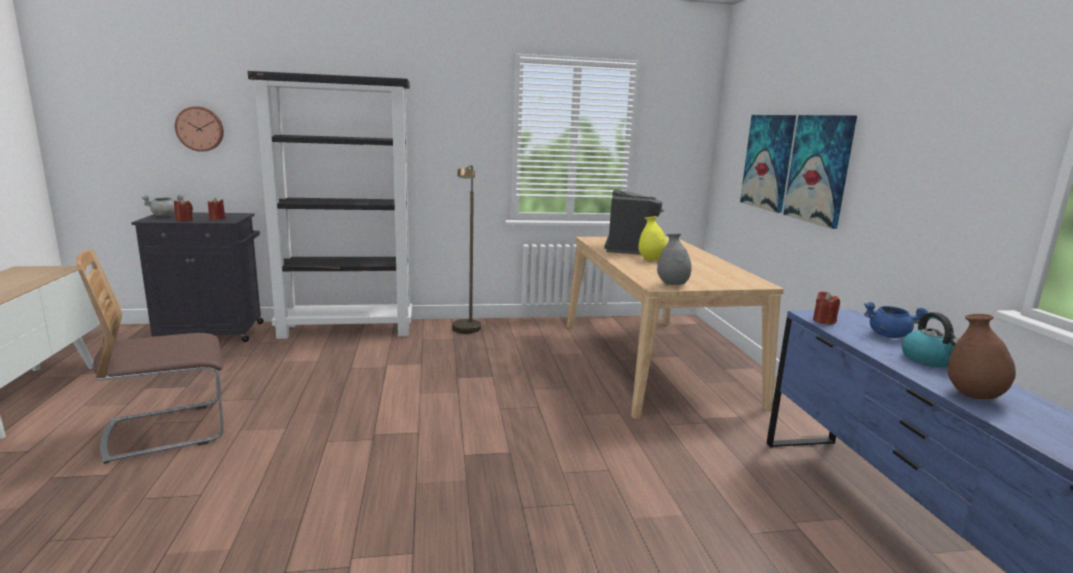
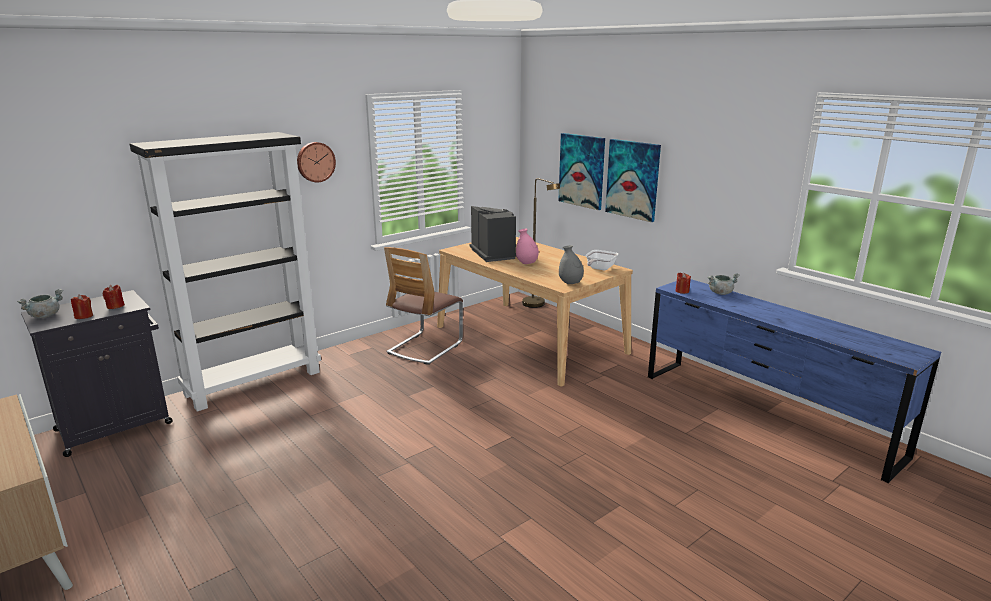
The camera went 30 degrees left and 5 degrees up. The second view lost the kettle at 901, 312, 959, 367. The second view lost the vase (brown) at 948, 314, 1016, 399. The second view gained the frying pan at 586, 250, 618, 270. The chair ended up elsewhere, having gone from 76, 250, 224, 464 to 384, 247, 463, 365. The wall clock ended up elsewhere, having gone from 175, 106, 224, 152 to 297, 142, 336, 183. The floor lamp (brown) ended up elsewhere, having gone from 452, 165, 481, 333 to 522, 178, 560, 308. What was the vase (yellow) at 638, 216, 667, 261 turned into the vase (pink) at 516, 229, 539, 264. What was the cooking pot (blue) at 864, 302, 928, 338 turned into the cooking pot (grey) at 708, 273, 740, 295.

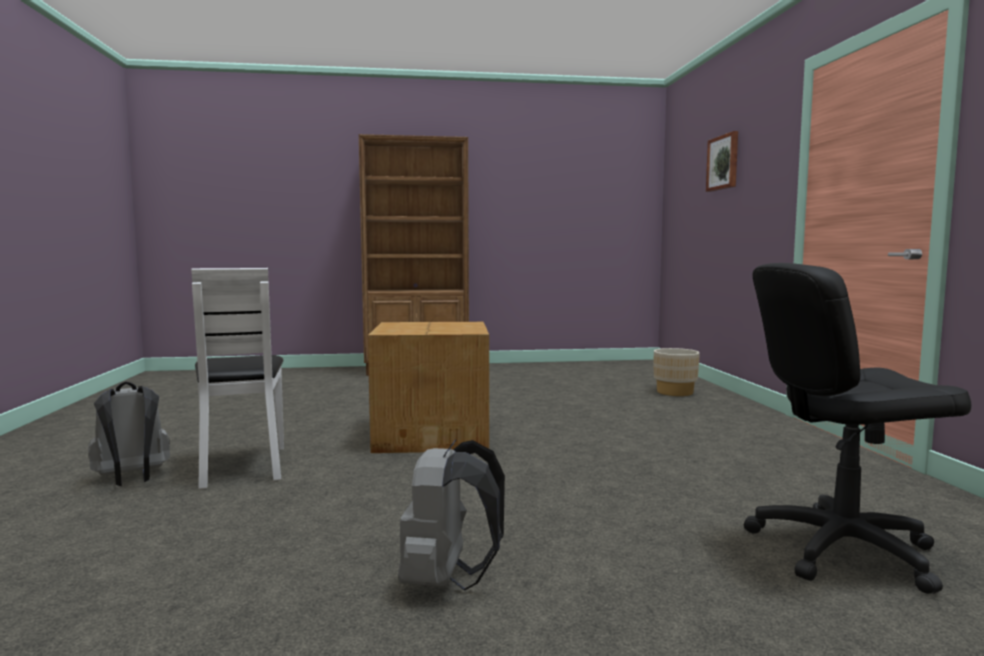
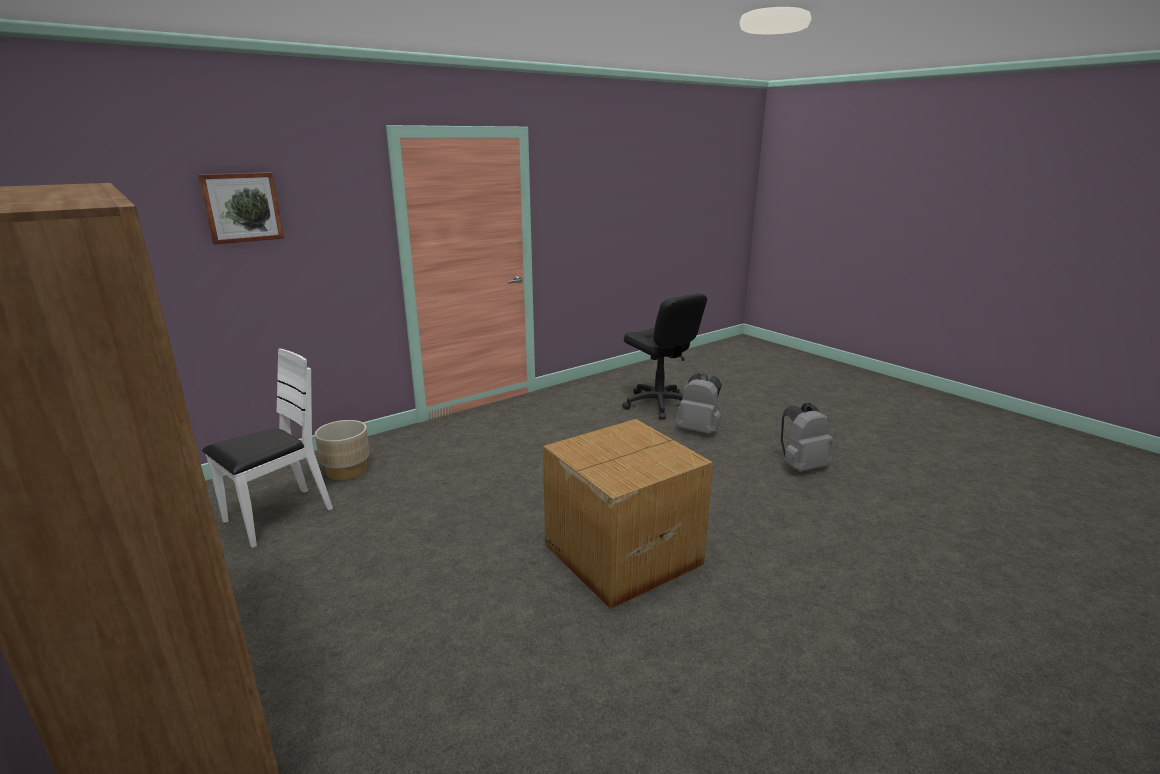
The camera went 120 degrees left and 15 degrees up. The backpack (grey) ended up elsewhere, having gone from 88, 382, 170, 486 to 676, 373, 722, 434. The chair (white) ended up elsewhere, having gone from 191, 268, 284, 489 to 202, 348, 333, 548.

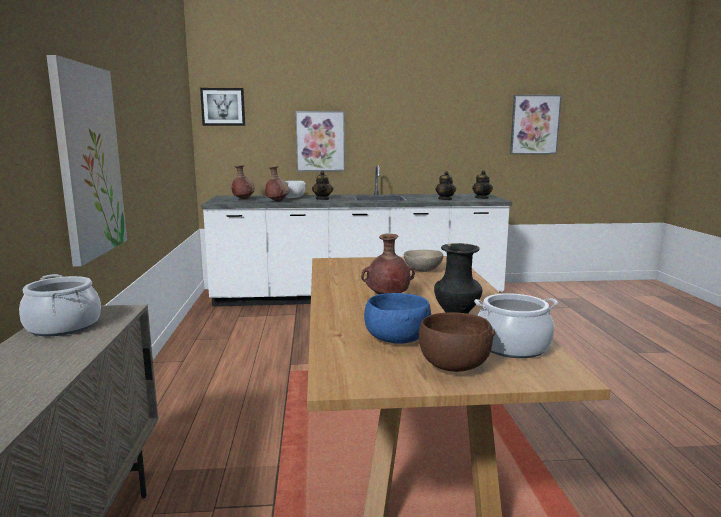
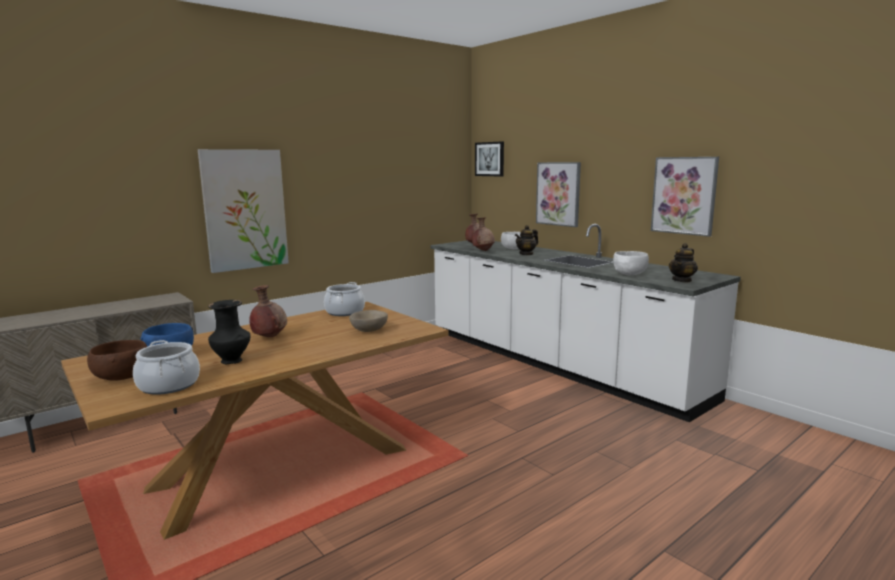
The camera went 55 degrees right and 0 degrees up. The cooking pot ended up elsewhere, having gone from 19, 274, 101, 336 to 324, 282, 365, 316. The picture ended up elsewhere, having gone from 510, 95, 562, 154 to 651, 157, 719, 237. Where the teapot stood at 435, 171, 456, 200, the bowl (white) came to stand at 613, 251, 649, 275.

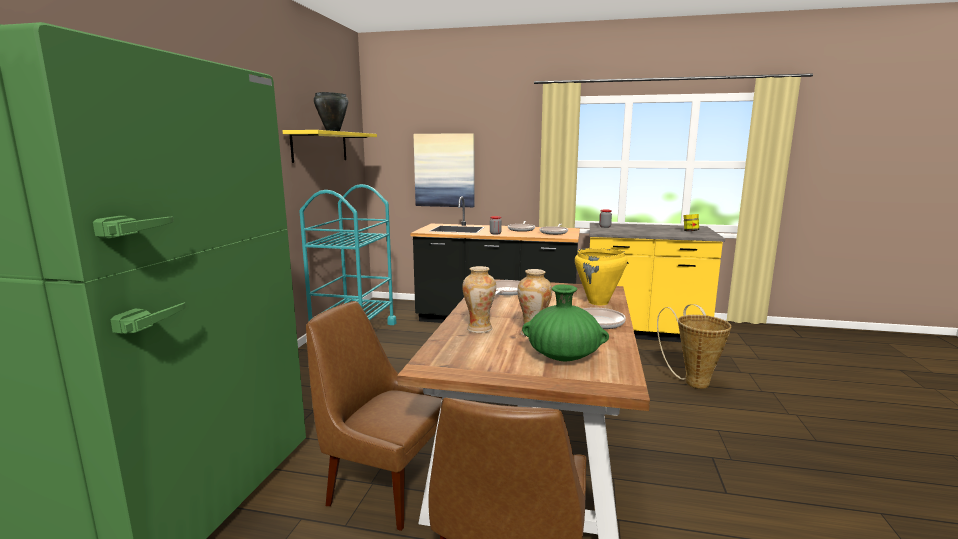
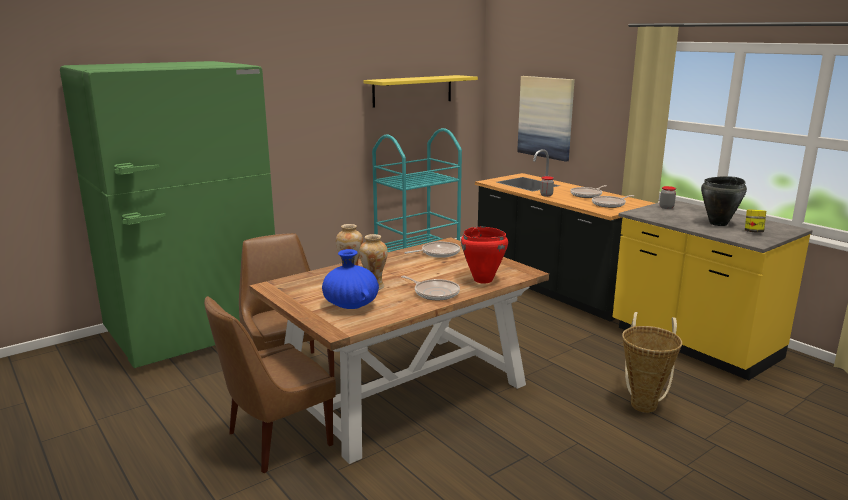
The camera went 40 degrees right and 5 degrees up. The cooking pot (black) ended up elsewhere, having gone from 314, 92, 348, 131 to 701, 176, 747, 226. What was the vase (green) at 522, 284, 609, 361 turned into the vase (blue) at 322, 249, 379, 309. What was the cooking pot (yellow) at 575, 248, 627, 305 turned into the cooking pot (red) at 461, 227, 508, 284.

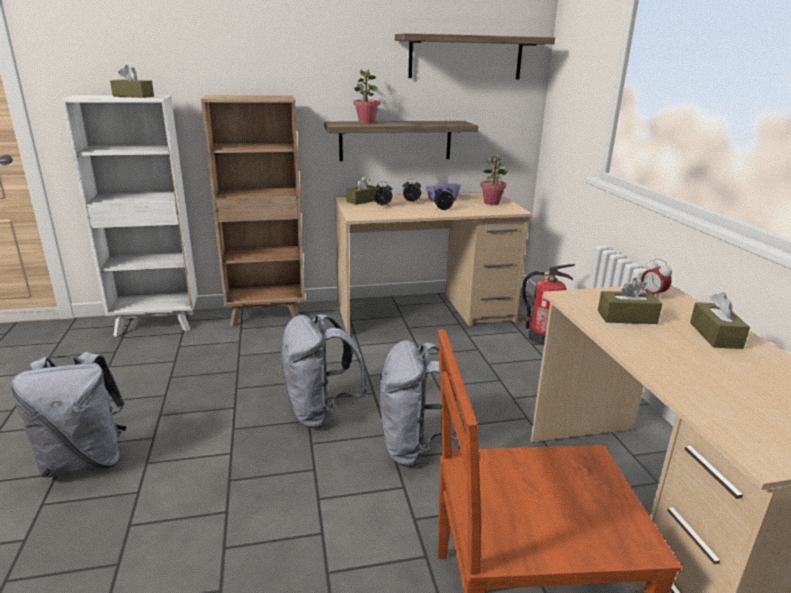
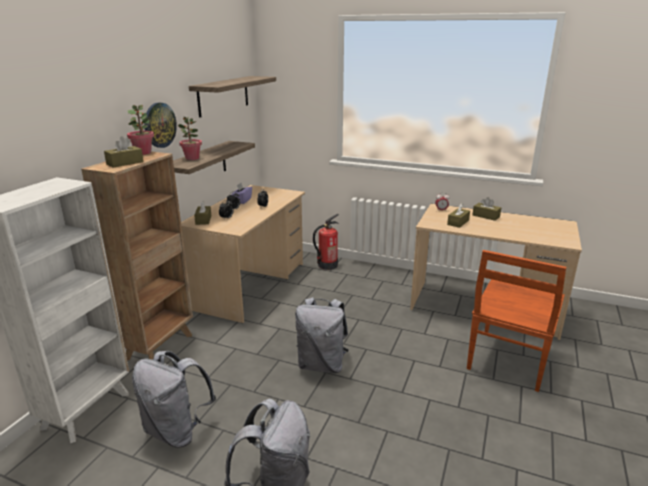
The camera went 55 degrees left and 0 degrees up. The second view gained the wall clock at 144, 102, 177, 148. The tissue box (brown) ended up elsewhere, having gone from 110, 65, 154, 98 to 104, 136, 144, 168. The backpack (grey) ended up elsewhere, having gone from 380, 340, 465, 467 to 132, 351, 216, 447. The potted plant ended up elsewhere, having gone from 480, 154, 507, 205 to 127, 105, 154, 155.

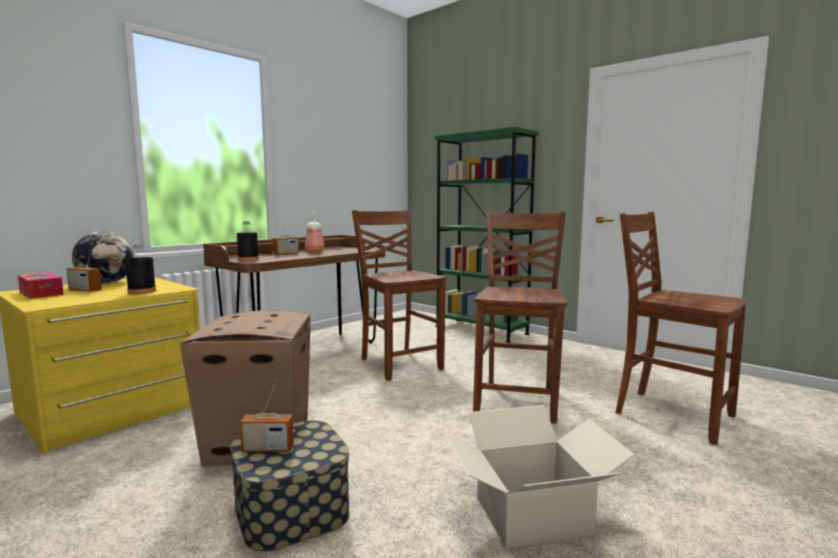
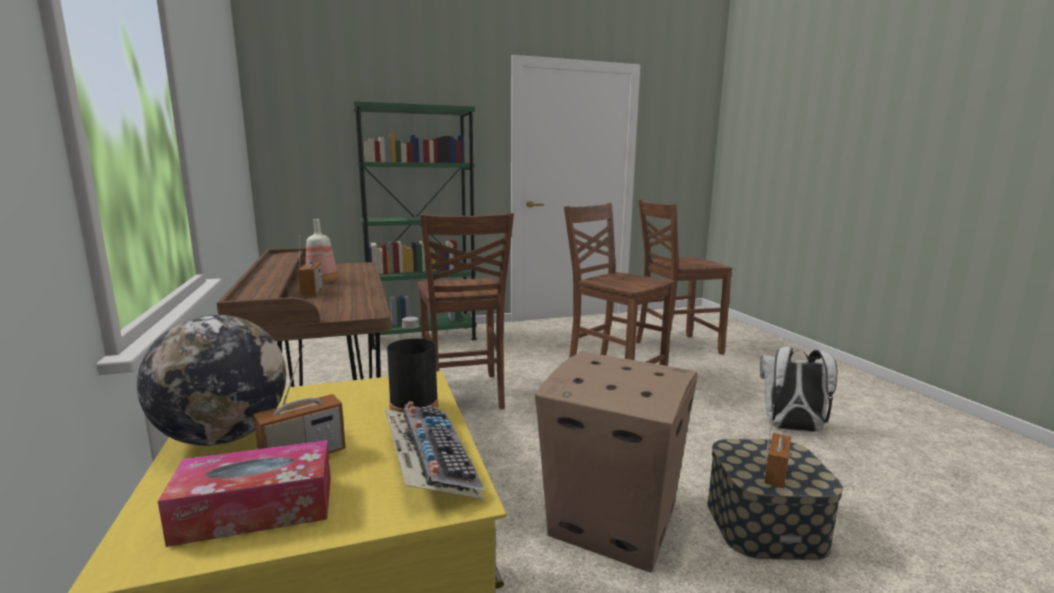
The camera went 60 degrees left and 5 degrees up. The second view lost the bottle (black) at 237, 221, 259, 261. The second view gained the keyboard at 385, 401, 485, 499. Where the cardboard box stood at 444, 405, 635, 548, the backpack (white) came to stand at 760, 347, 838, 432. The chair (brown) at 352, 210, 446, 381 ended up facing another way, 105 degrees counterclockwise from before.

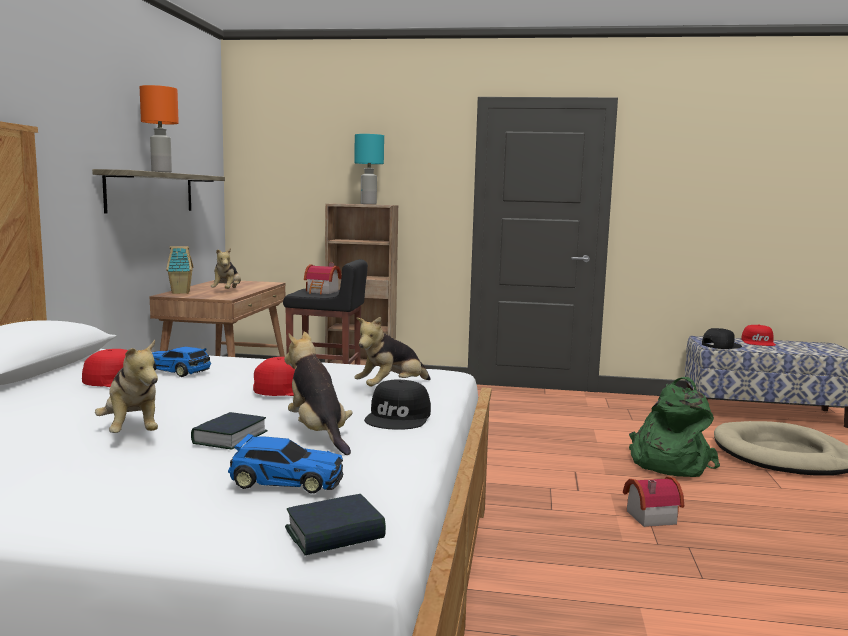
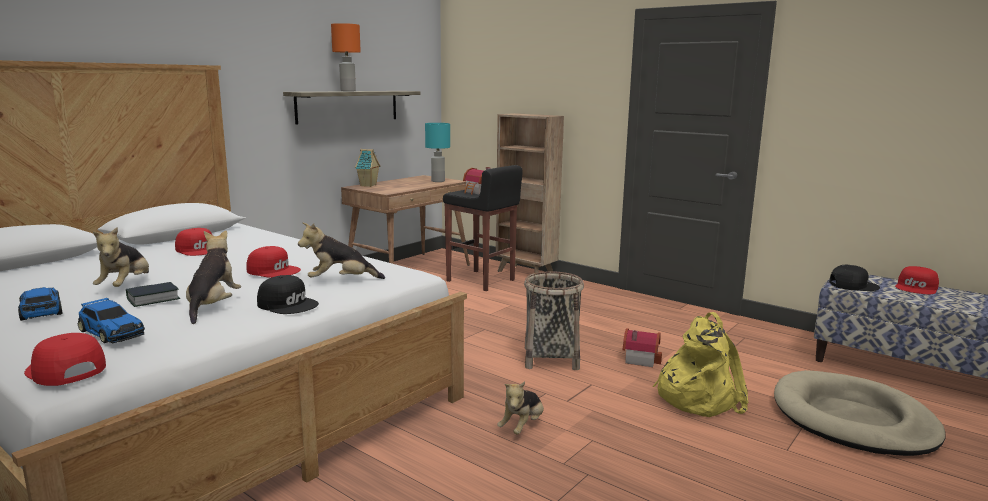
The camera went 30 degrees right and 5 degrees up. The second view gained the basket at 524, 271, 584, 370. The toy car ended up elsewhere, having gone from 152, 347, 211, 377 to 18, 287, 63, 321. The plush toy ended up elsewhere, having gone from 211, 248, 241, 289 to 497, 381, 544, 435. The table lamp (turquoise) ended up elsewhere, having gone from 354, 134, 384, 205 to 425, 123, 450, 182. The toy house ended up elsewhere, having gone from 623, 477, 684, 527 to 623, 328, 662, 367. Where the book stood at 285, 494, 386, 555, the cap (red) came to stand at 24, 333, 106, 386. What was the backpack (green) at 629, 377, 720, 477 turned into the backpack (yellow) at 653, 312, 749, 417. The cap (black) at 364, 380, 431, 430 ended up facing another way, 105 degrees counterclockwise from before.

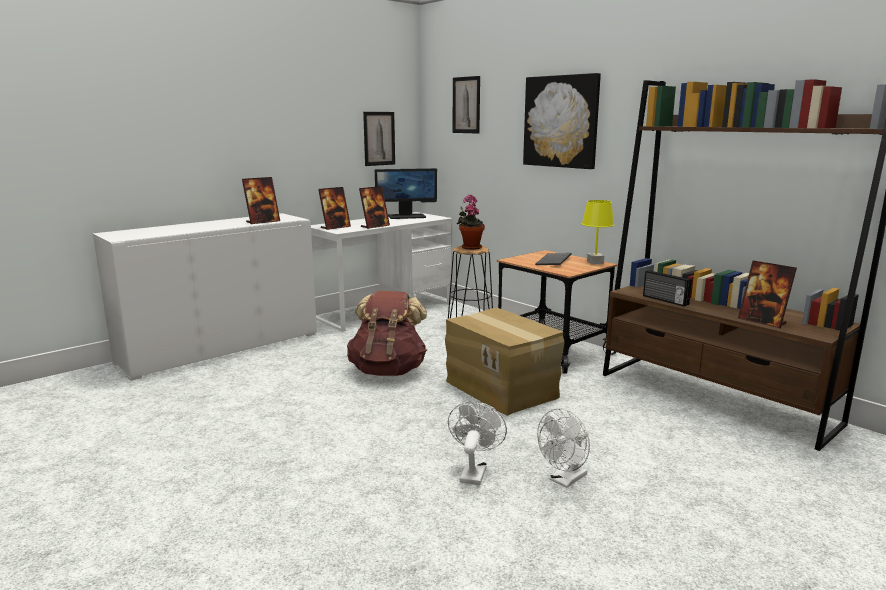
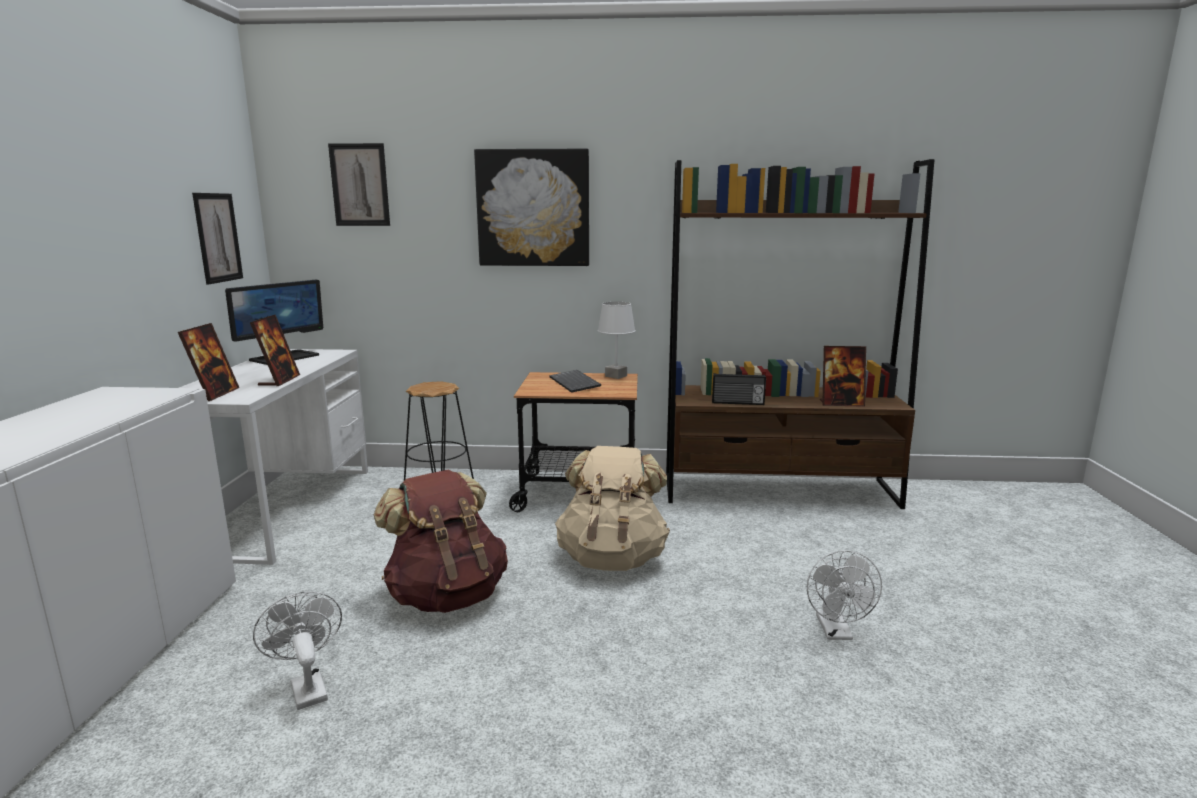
The camera went 45 degrees left and 0 degrees up. The second view lost the picture frame at 242, 177, 280, 224. The second view lost the potted plant at 457, 195, 485, 250. The fan (white) ended up elsewhere, having gone from 448, 401, 507, 485 to 253, 591, 342, 710. Where the cardboard box stood at 445, 308, 564, 416, the backpack (beige) came to stand at 555, 446, 670, 571. What was the table lamp (yellow) at 582, 200, 614, 264 turned into the table lamp (white) at 597, 302, 636, 379.

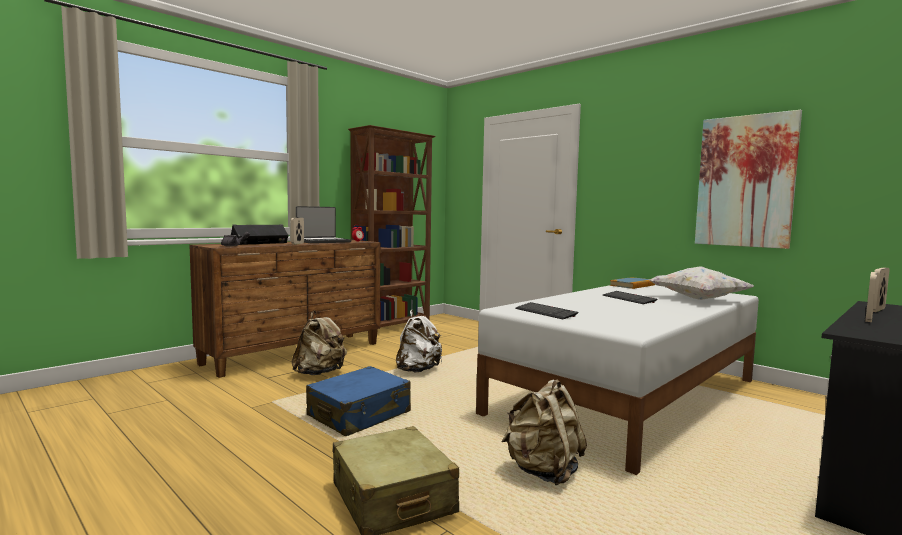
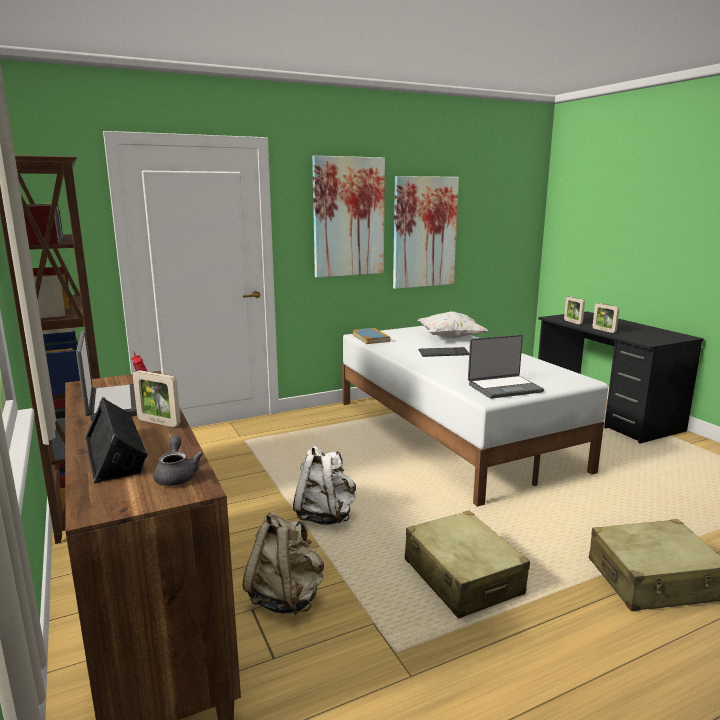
The camera went 70 degrees left and 10 degrees up. The second view lost the backpack (beige) at 502, 380, 587, 485. The second view gained the picture at 312, 156, 385, 278. Where the keyboard stood at 515, 302, 578, 319, the laptop came to stand at 468, 335, 544, 399. What was the suitcase (blue) at 306, 366, 411, 436 turned into the suitcase (beige) at 405, 510, 530, 619.

